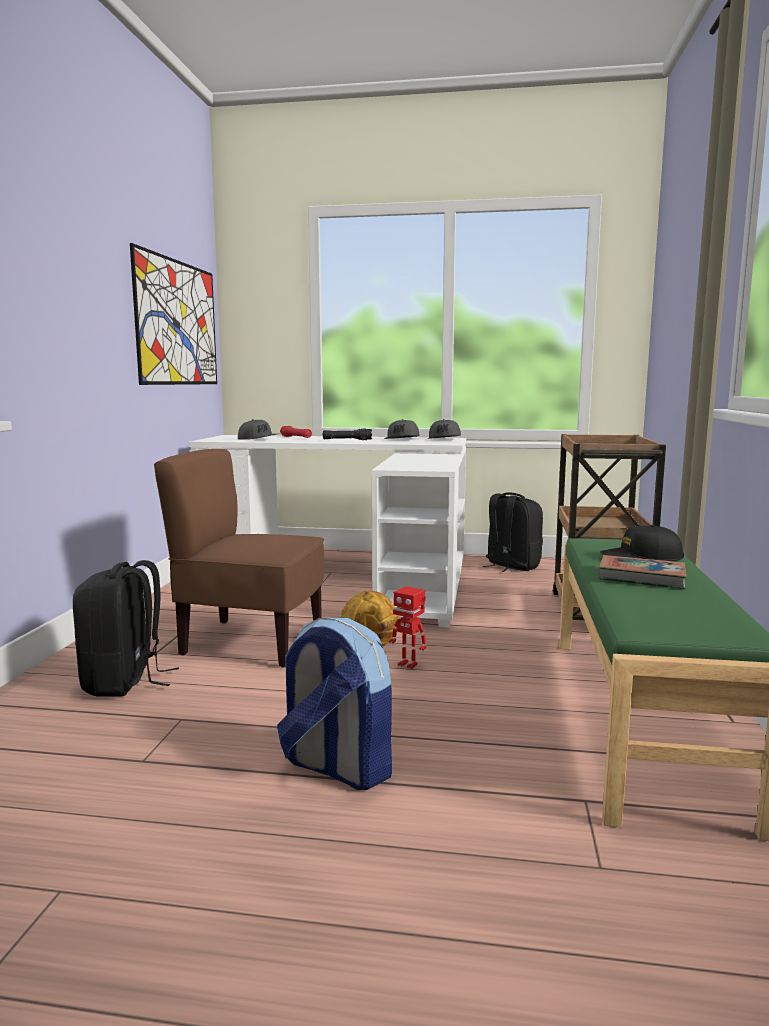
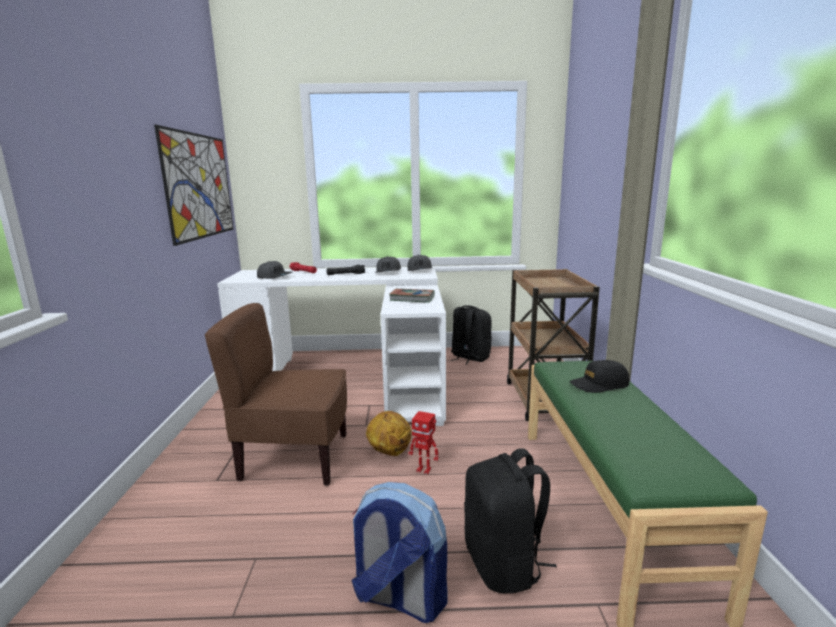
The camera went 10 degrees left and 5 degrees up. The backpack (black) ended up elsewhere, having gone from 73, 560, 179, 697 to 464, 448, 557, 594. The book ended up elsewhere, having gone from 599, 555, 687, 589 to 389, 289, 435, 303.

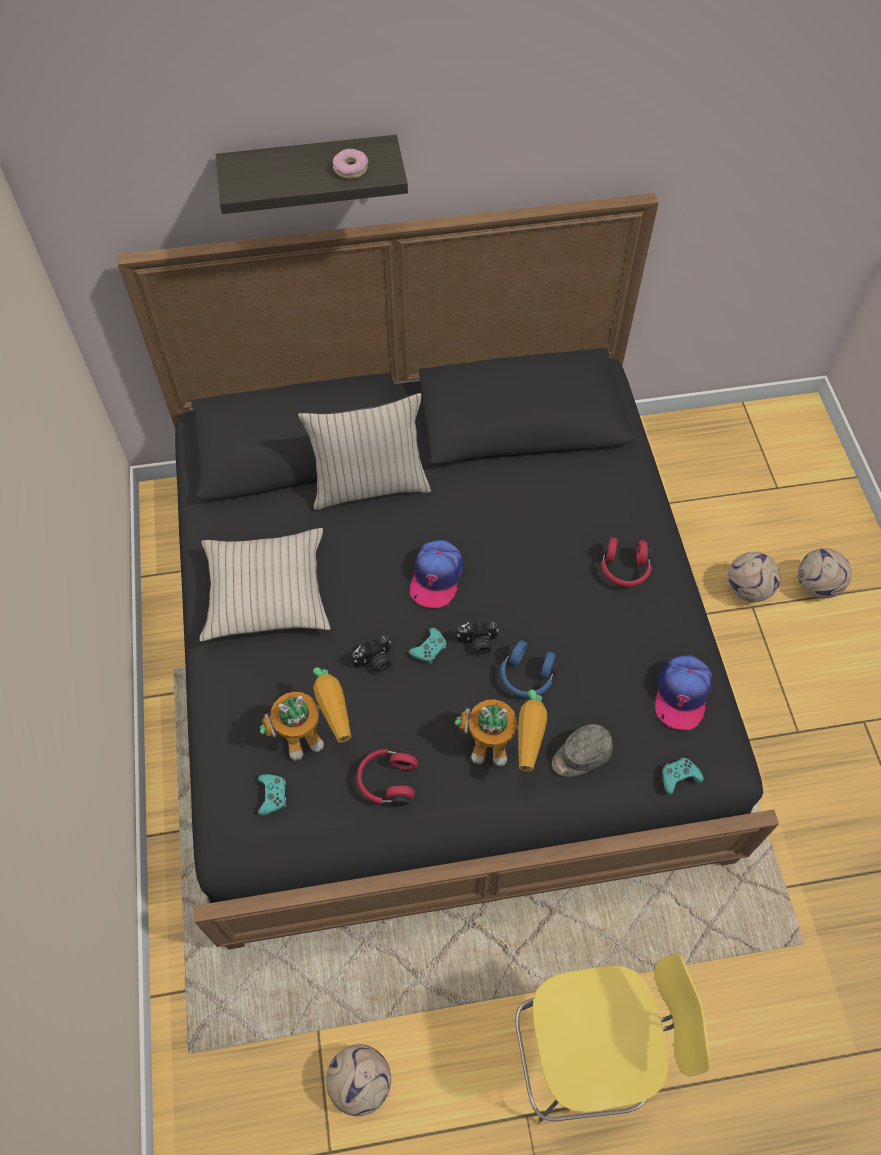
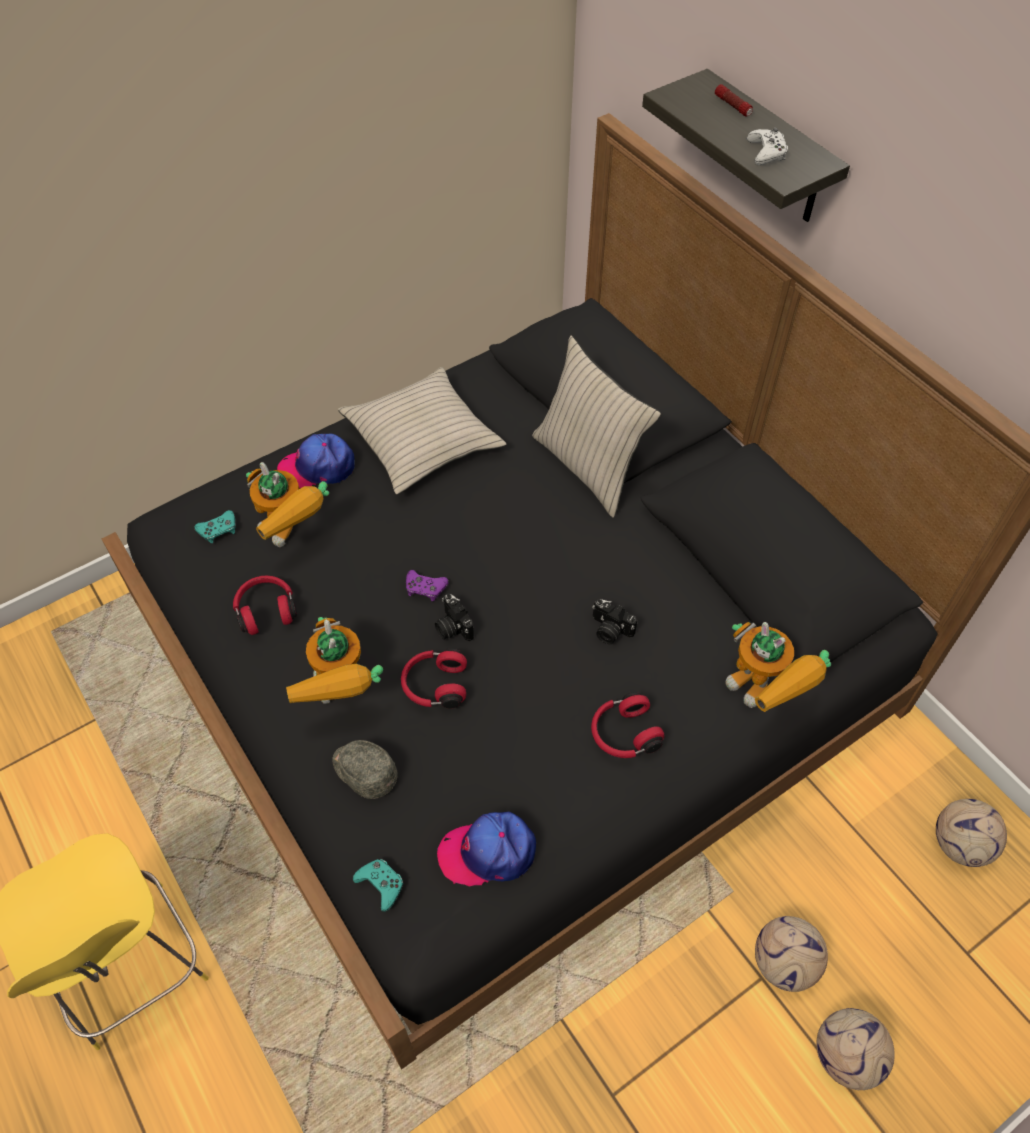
The camera went 65 degrees right and 5 degrees down. The second view gained the flashlight at 715, 84, 753, 117. The second view gained the toy robot at 725, 622, 831, 712. The football ended up elsewhere, having gone from 326, 1044, 391, 1116 to 936, 799, 1007, 867. The photo camera ended up elsewhere, having gone from 352, 635, 392, 673 to 592, 599, 637, 644. The cap ended up elsewhere, having gone from 410, 540, 464, 608 to 277, 433, 355, 488. Where the donut stood at 333, 149, 368, 179, the game controller (white) came to stand at 747, 128, 788, 165. What was the game controller (turquoise) at 409, 628, 447, 663 turned into the game controller (purple) at 406, 570, 449, 601. What was the headphones (blue) at 500, 640, 559, 698 turned into the headphones (red) at 401, 648, 467, 709.

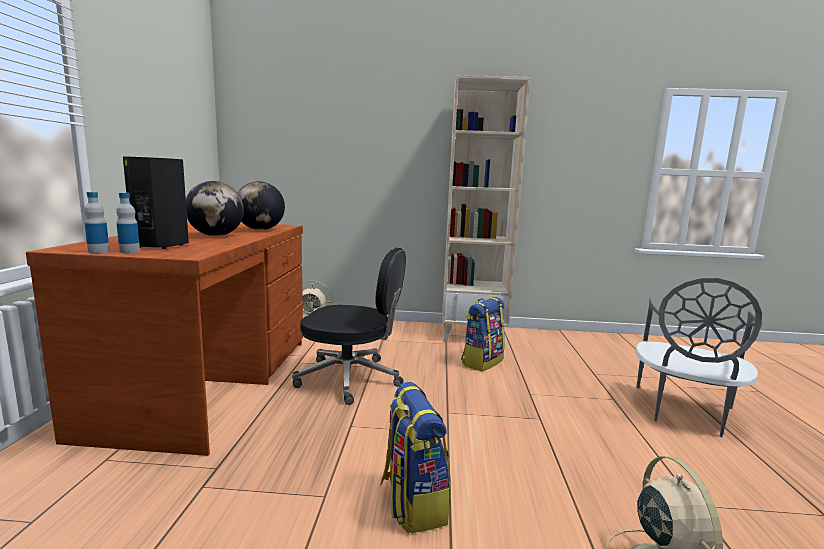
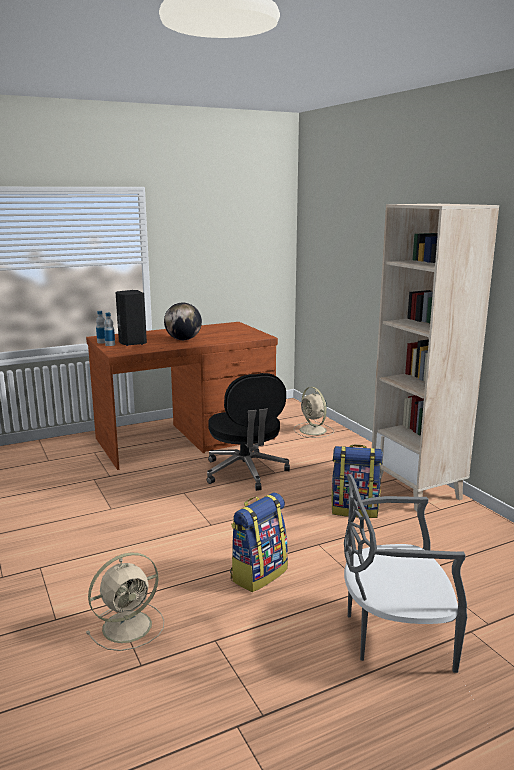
The camera went 60 degrees right and 5 degrees up. The second view lost the globe at 238, 181, 285, 230. The backpack ended up elsewhere, having gone from 380, 382, 451, 534 to 230, 493, 288, 592.

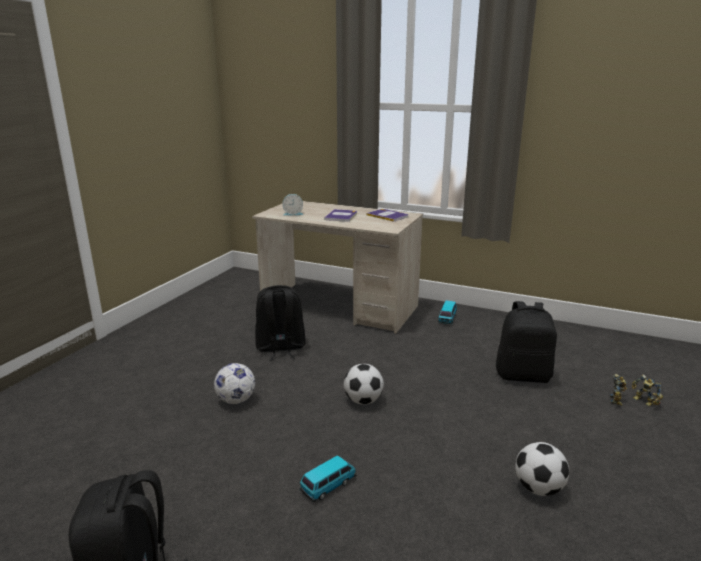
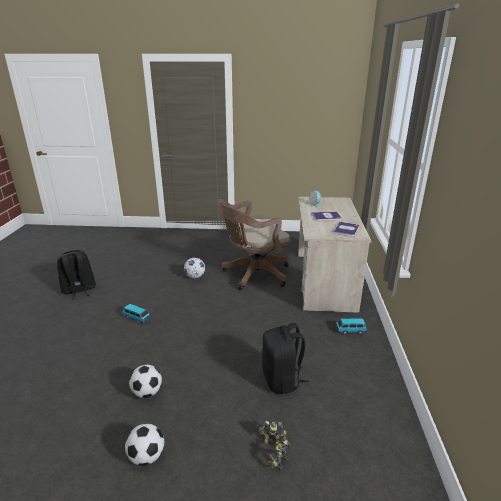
The camera went 70 degrees right and 5 degrees up. The football ended up elsewhere, having gone from 344, 364, 384, 404 to 125, 424, 164, 466. Where the backpack (black) stood at 255, 285, 306, 361, the office chair (brown) came to stand at 218, 199, 291, 290.

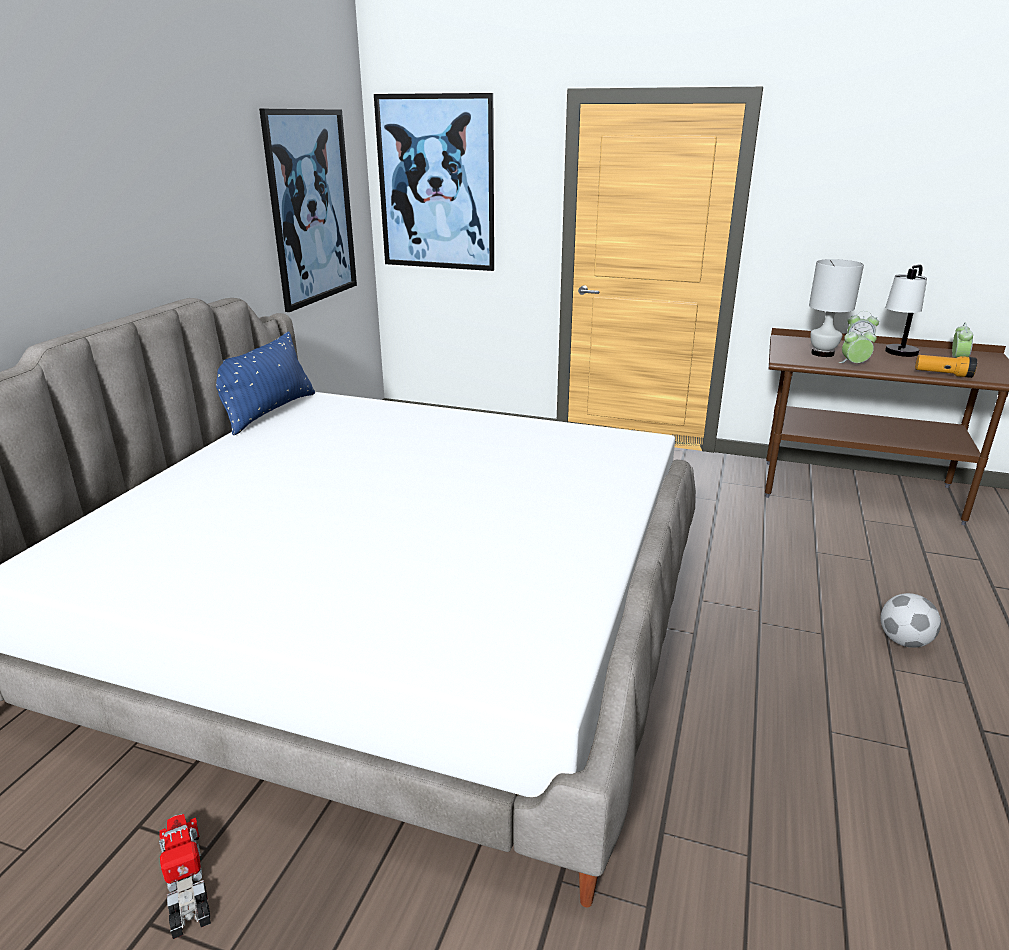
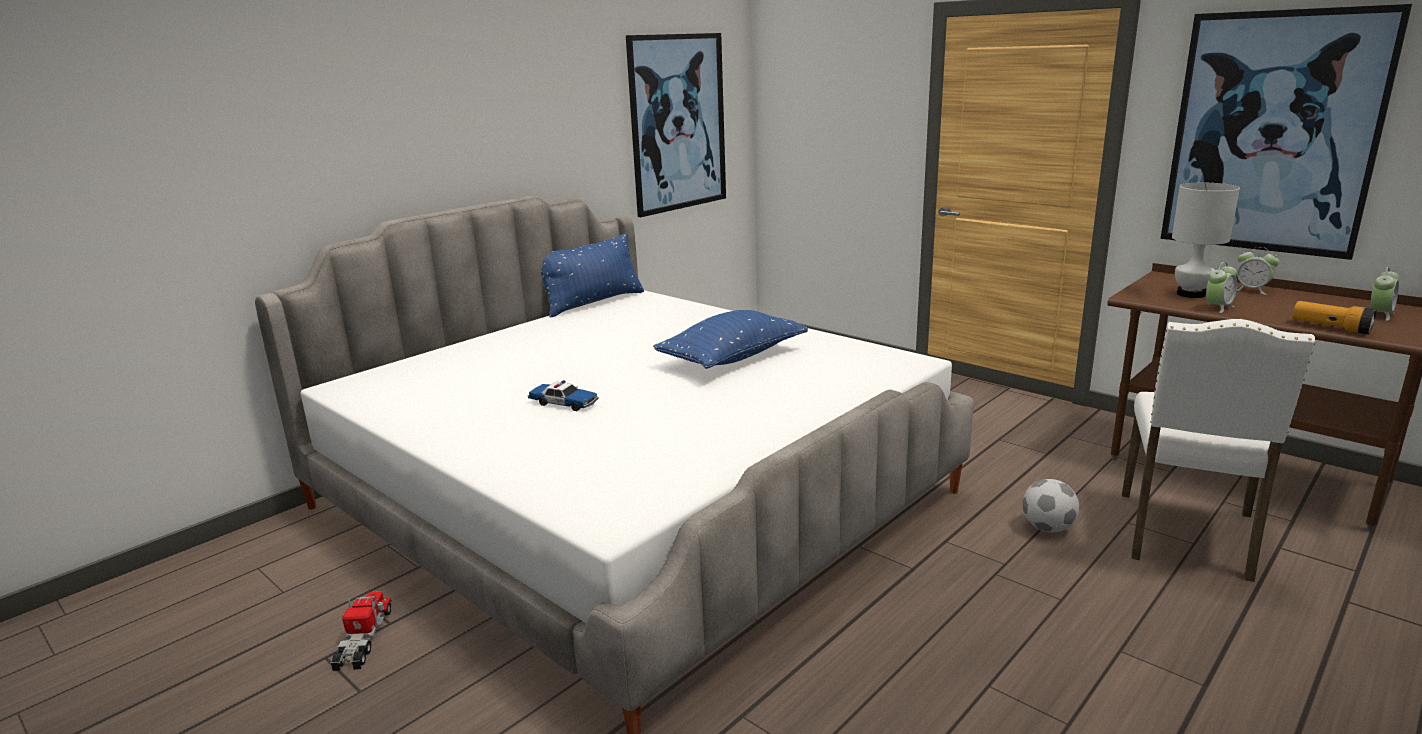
The camera went 25 degrees right and 5 degrees down. The second view lost the table lamp at 885, 264, 927, 357. The second view gained the toy car at 528, 380, 599, 411. The second view gained the pillow (blue) at 653, 310, 808, 369. The second view gained the chair (white) at 1122, 319, 1315, 582. The picture ended up elsewhere, having gone from 374, 93, 494, 271 to 1161, 4, 1412, 260. The football ended up elsewhere, having gone from 880, 593, 941, 648 to 1022, 479, 1079, 532. The alarm clock at 839, 327, 877, 363 ended up facing another way, 120 degrees clockwise from before.

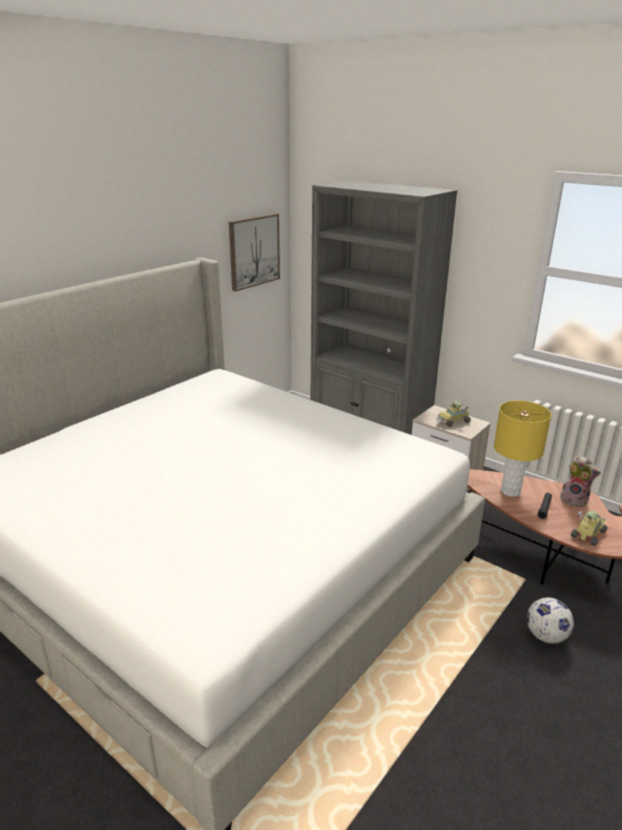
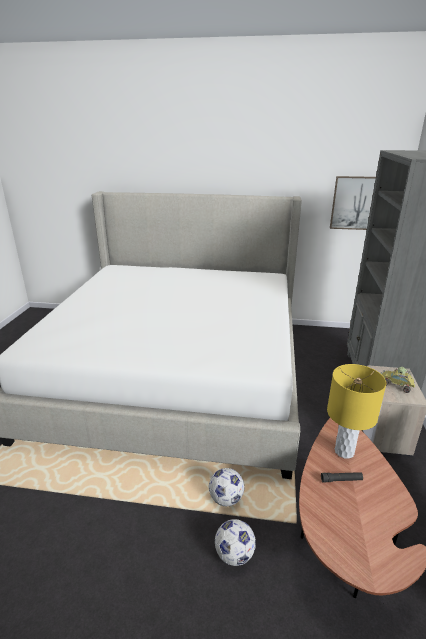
The camera went 60 degrees right and 0 degrees up. The second view lost the plush toy at 560, 455, 601, 508. The second view lost the toy car at 571, 511, 607, 546. The second view gained the football at 209, 468, 244, 506.

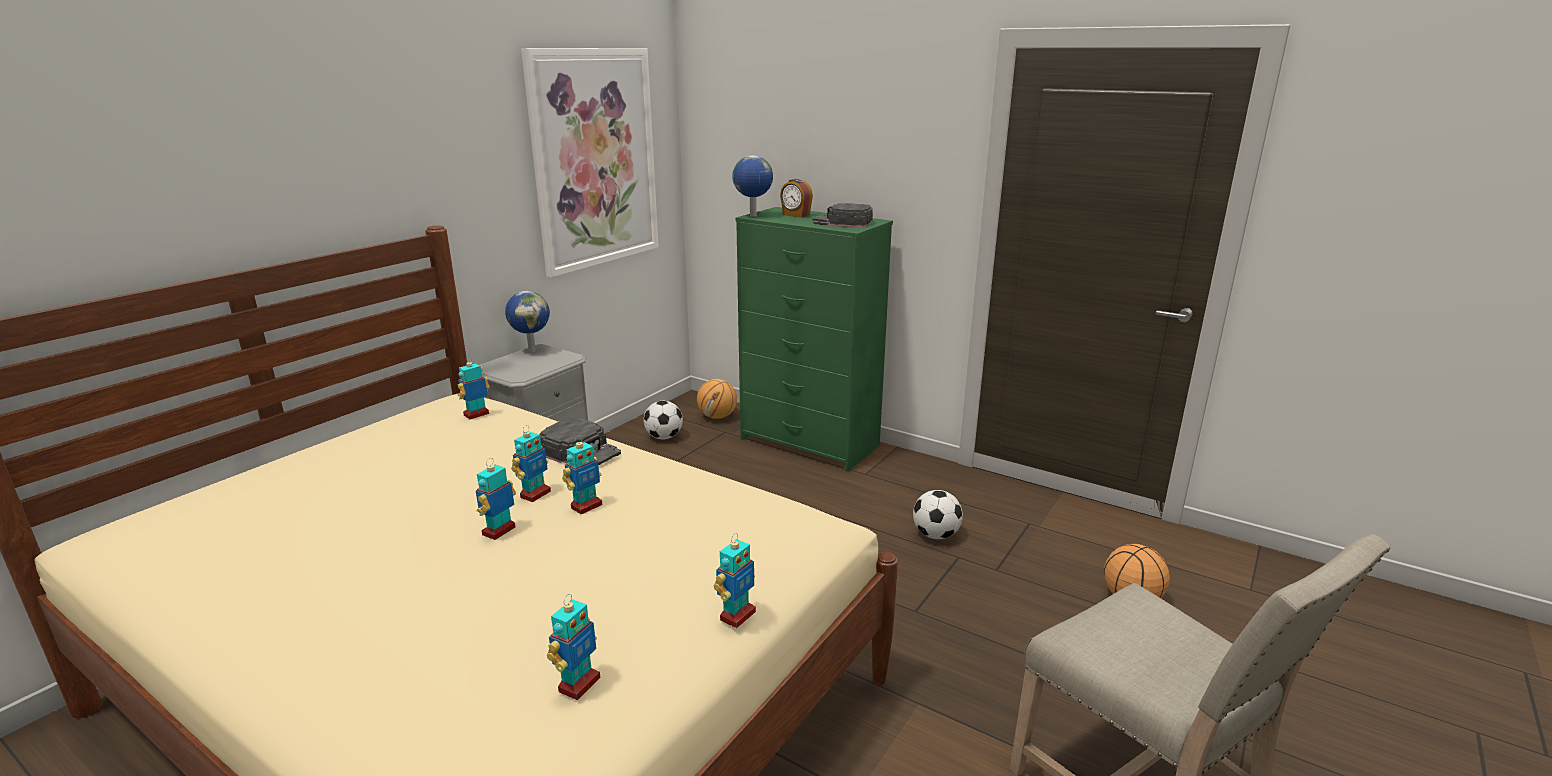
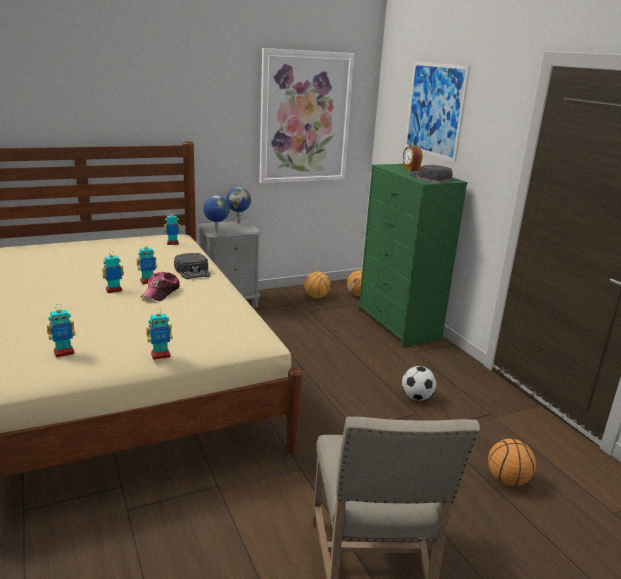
The camera went 30 degrees right and 0 degrees up. The second view gained the picture at 405, 62, 470, 162. The globe ended up elsewhere, having gone from 732, 155, 773, 217 to 203, 196, 230, 234. Where the toy robot stood at 562, 435, 602, 514, the cap came to stand at 141, 272, 180, 301. Where the football stood at 644, 401, 683, 439, the basketball came to stand at 304, 272, 331, 298.

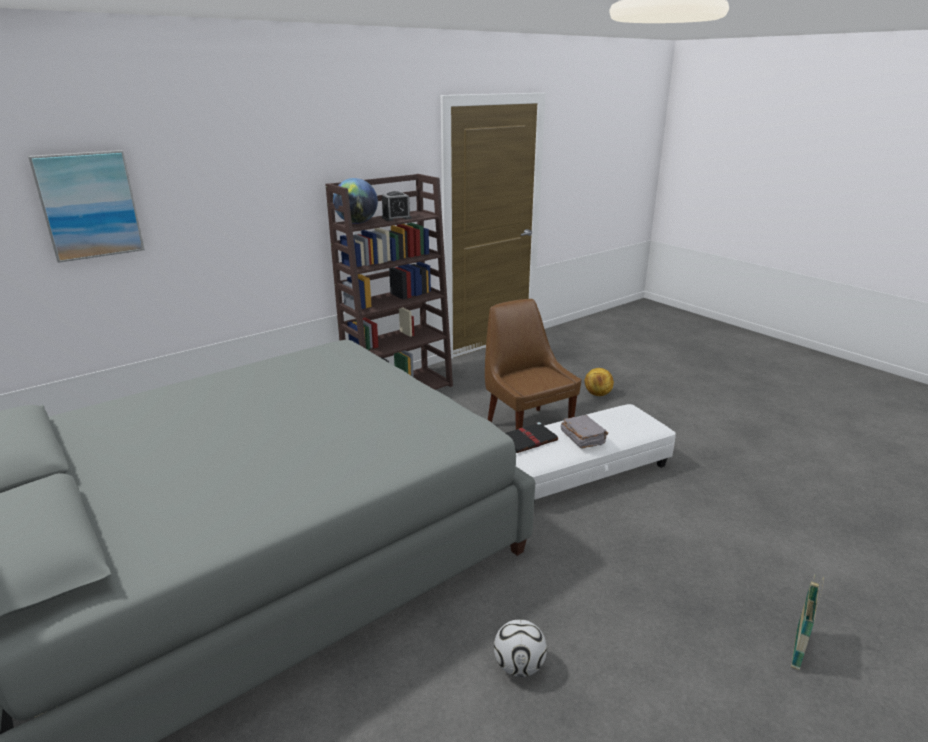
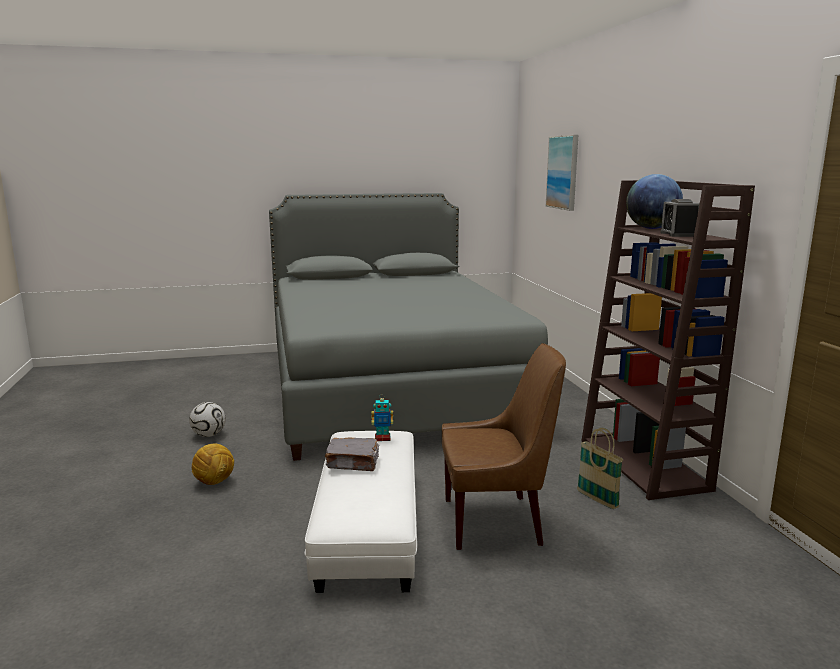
The camera went 115 degrees right and 10 degrees down. The football ended up elsewhere, having gone from 584, 368, 614, 396 to 192, 444, 234, 485. The basket ended up elsewhere, having gone from 791, 575, 824, 670 to 577, 428, 623, 509. Where the book (black) stood at 506, 422, 558, 453, the toy robot came to stand at 371, 394, 393, 441.

